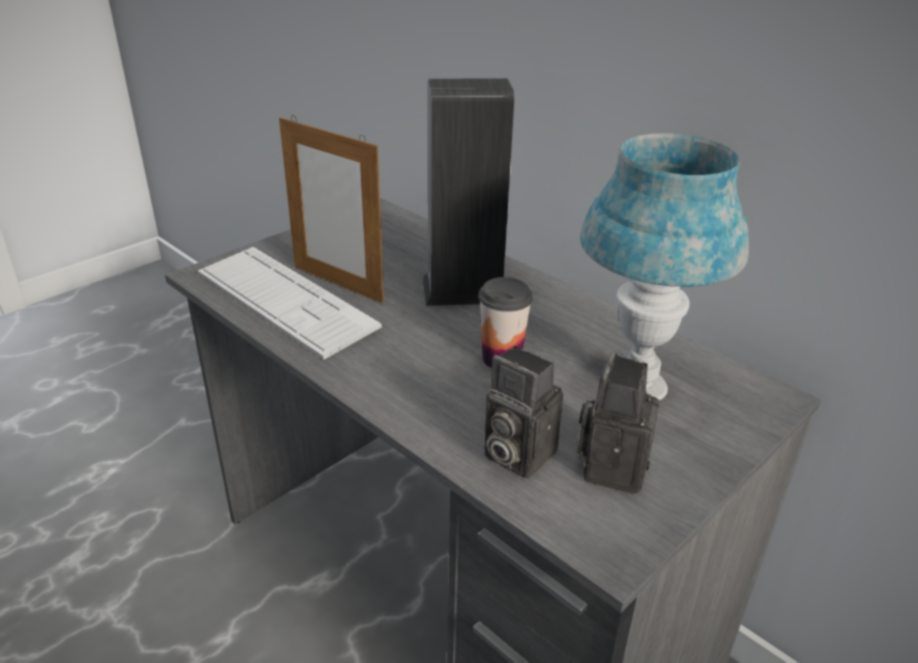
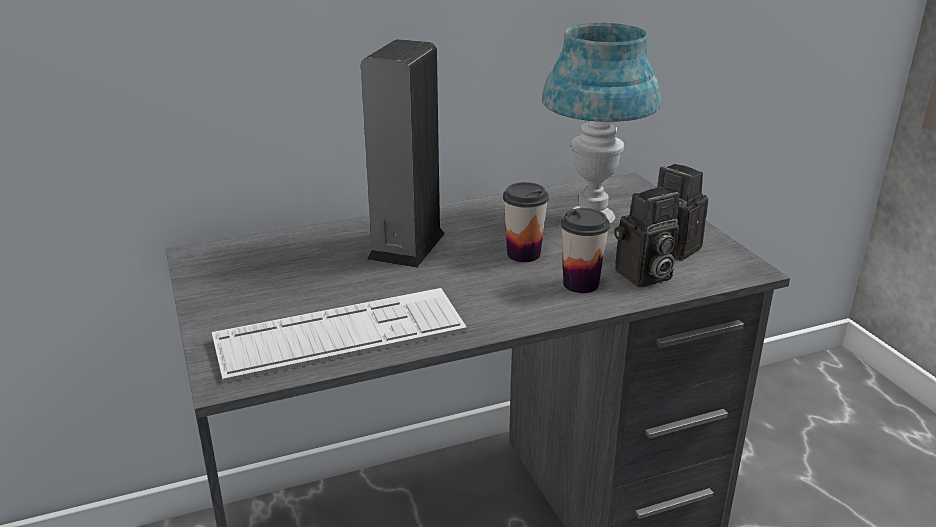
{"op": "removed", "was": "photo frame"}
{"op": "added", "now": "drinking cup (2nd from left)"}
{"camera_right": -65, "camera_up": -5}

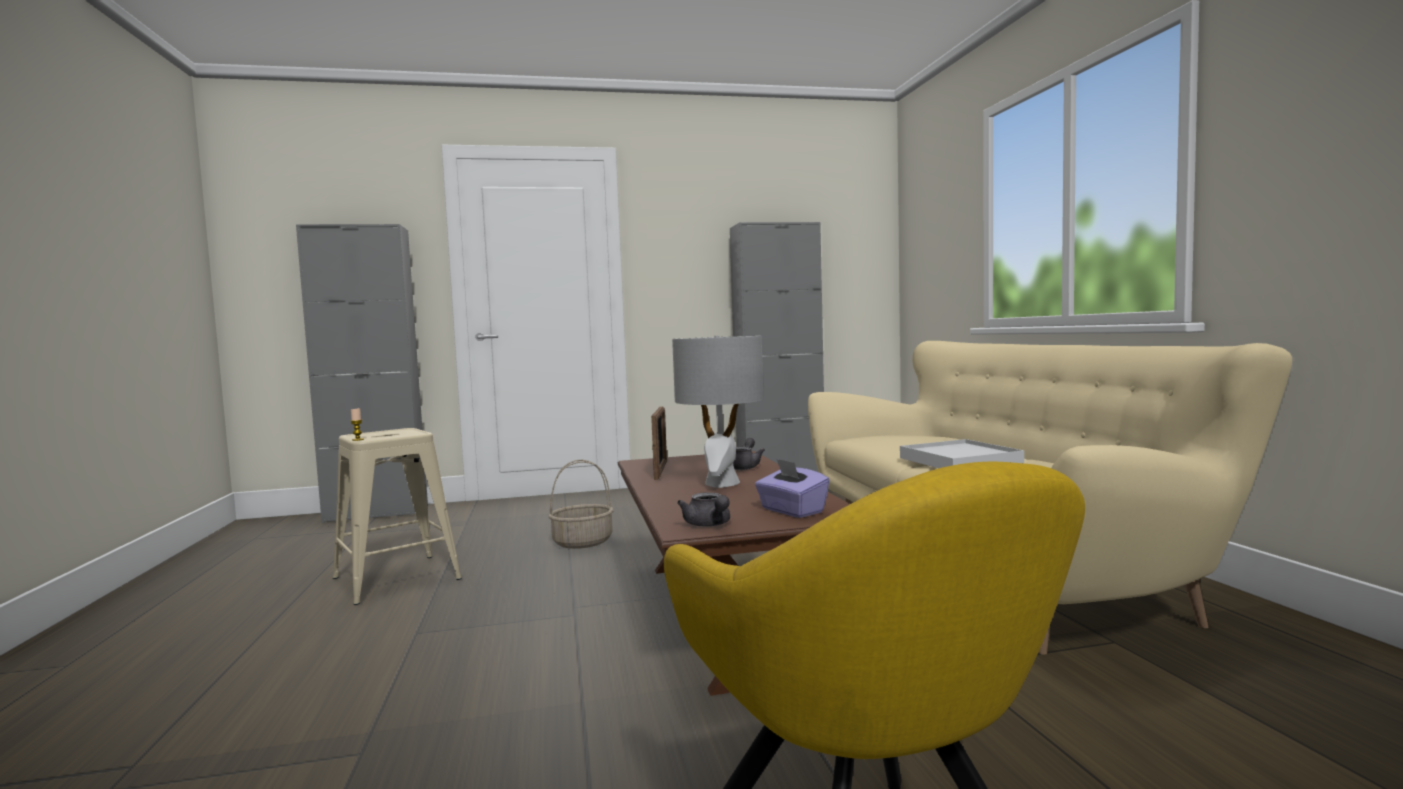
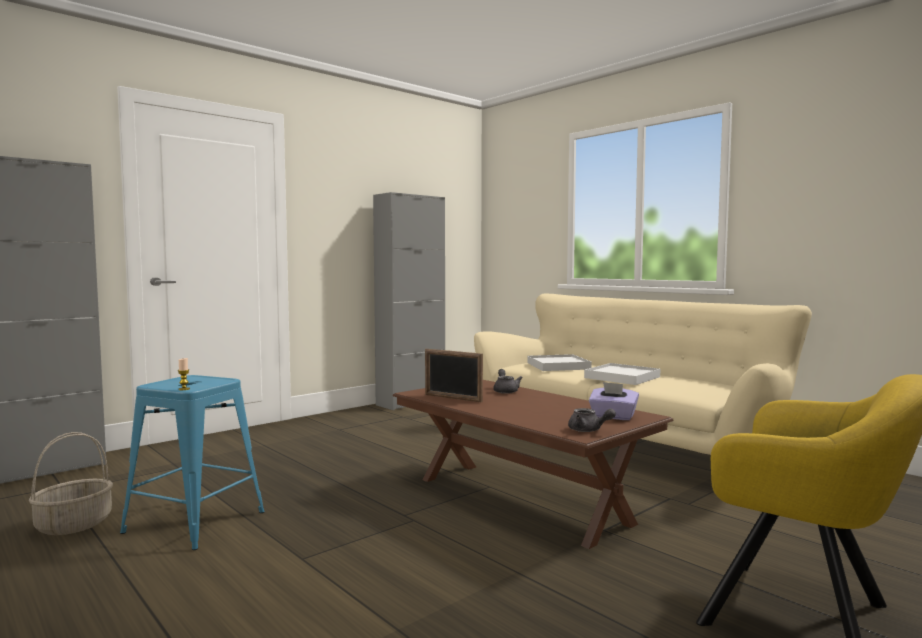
{"op": "removed", "was": "grey lamp for a table"}
{"op": "added", "now": "white serving tray (1st from left)"}
{"op": "moved", "was": "storage basket"}
{"op": "recoloured", "was": "beige sitting stool", "now": "bluish sitting stool"}
{"op": "turned", "was": "photo frame", "clockwise": 150}
{"camera_right": -30, "camera_up": 0}

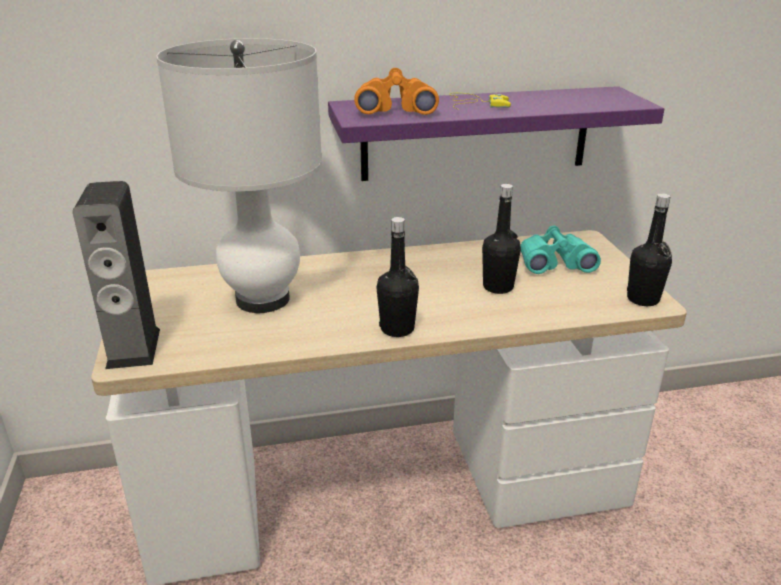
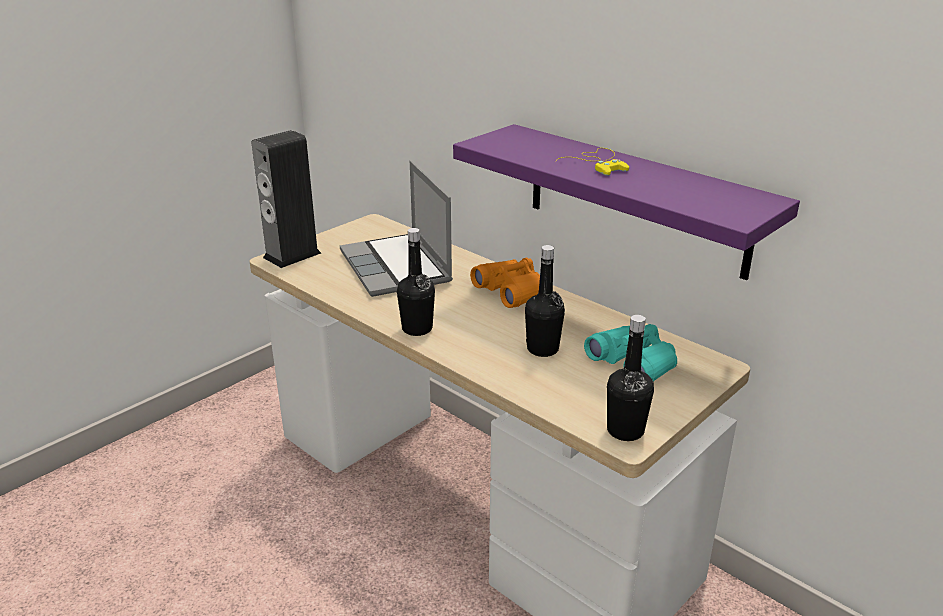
{"op": "moved", "was": "orangey pair of binoculars"}
{"op": "replaced", "was": "white lamp for a table", "now": "notebook computer"}
{"camera_right": 55, "camera_up": 0}

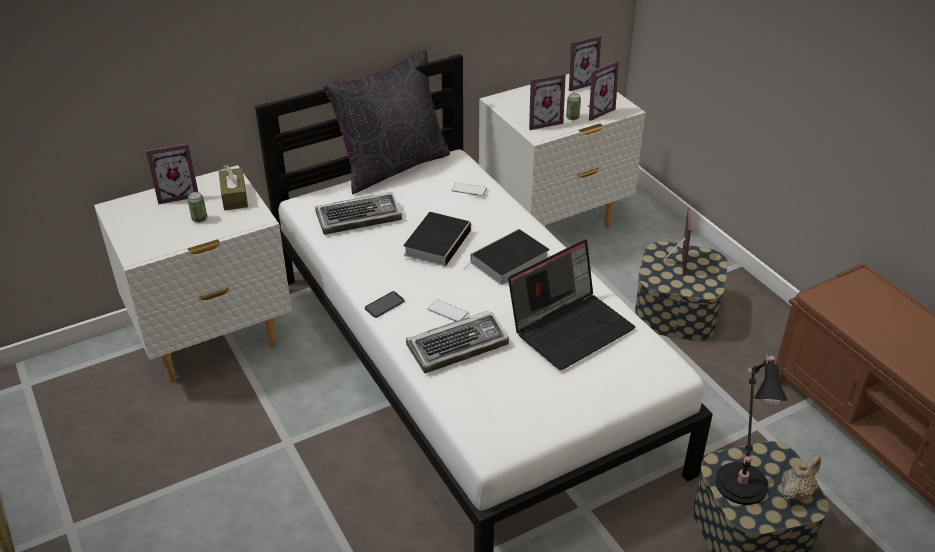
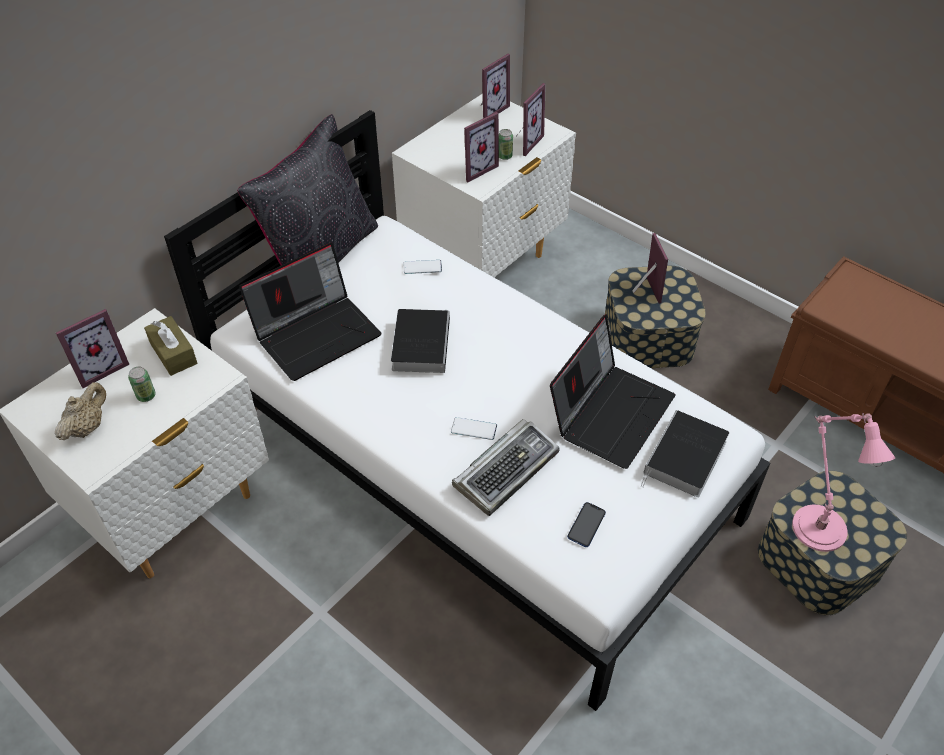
{"op": "moved", "was": "telephone (1st from left in the first image)", "now": "telephone (3rd from left)"}
{"op": "moved", "was": "bound book (2nd from left)"}
{"op": "moved", "was": "beige tea pot"}
{"op": "replaced", "was": "PC keyboard (1st from left)", "now": "notebook computer (1st from left)"}
{"op": "recoloured", "was": "black-coloured lamp for a table", "now": "pink lamp for a table"}
{"camera_right": -20, "camera_up": 10}

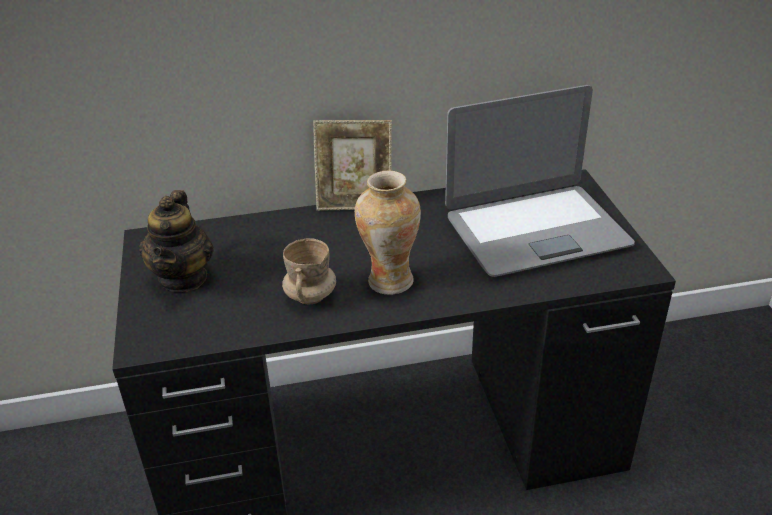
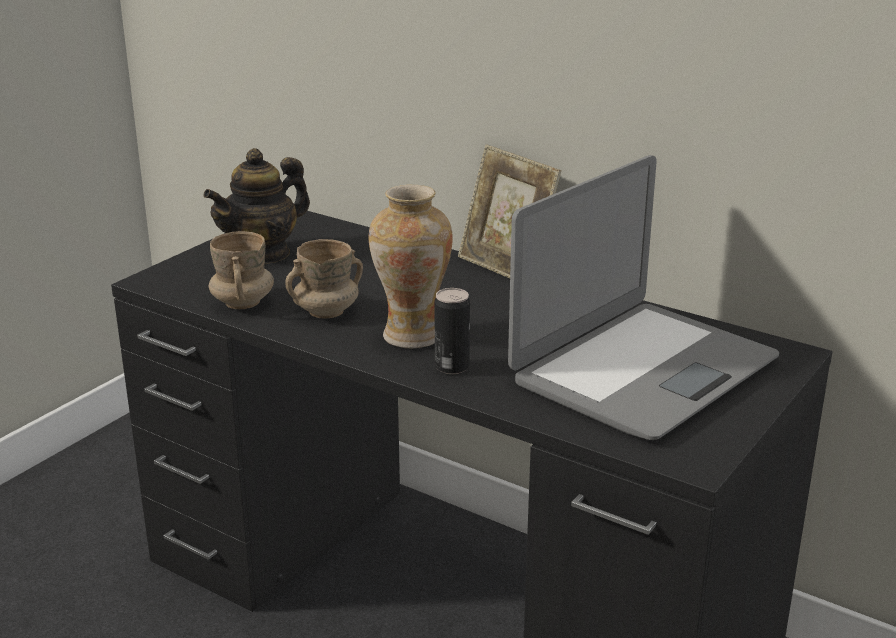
{"op": "added", "now": "beige tea mug (1st from left)"}
{"op": "added", "now": "can"}
{"op": "turned", "was": "notebook computer", "clockwise": -75}
{"camera_right": 45, "camera_up": -10}

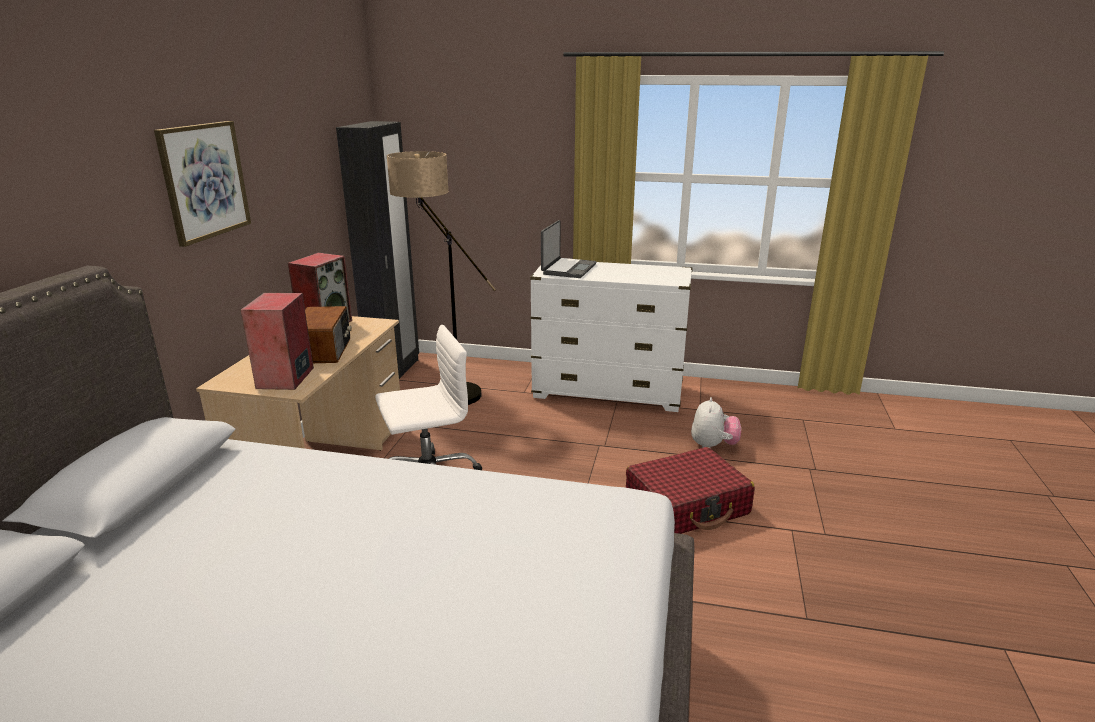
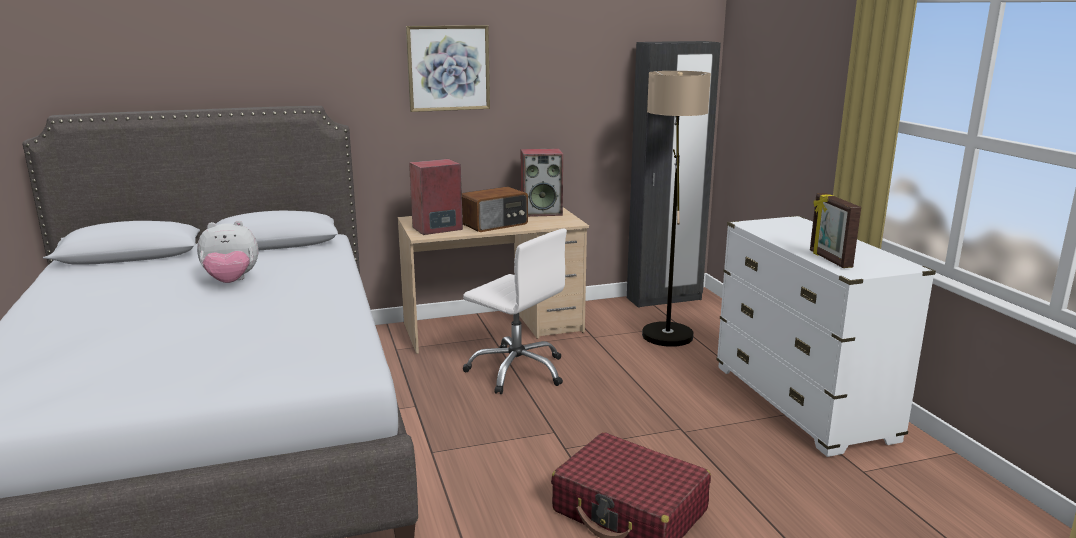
{"op": "removed", "was": "notebook computer"}
{"op": "added", "now": "photo frame"}
{"op": "moved", "was": "cuddly toy"}
{"camera_right": 60, "camera_up": -5}

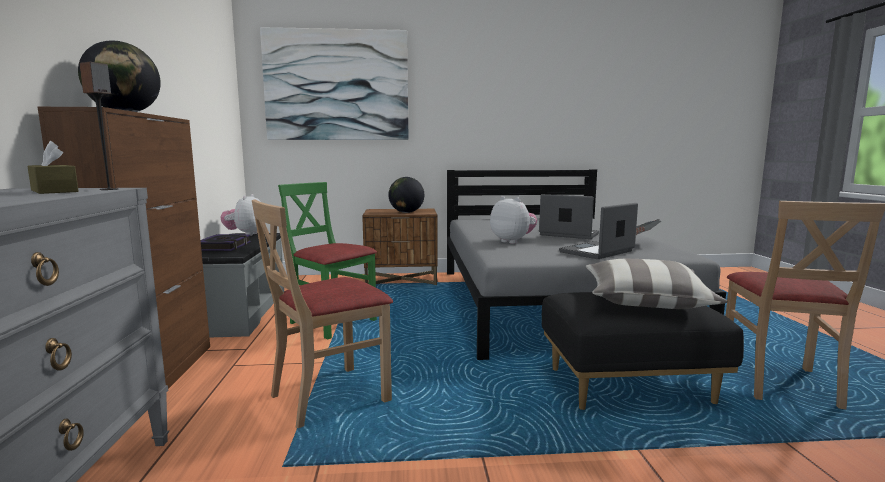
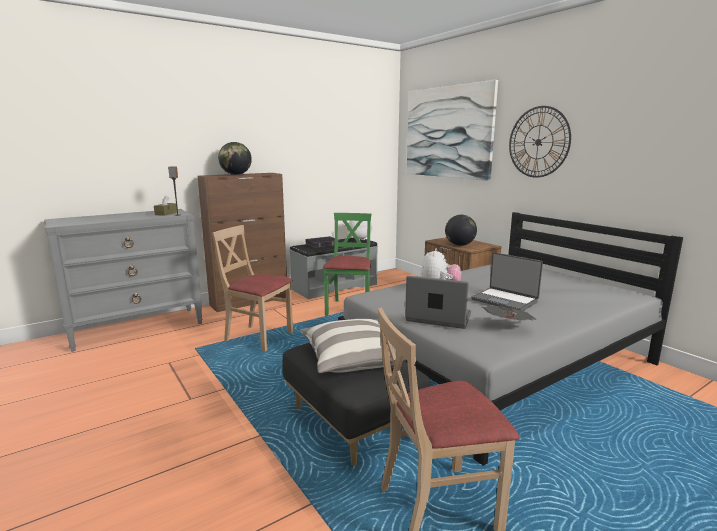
{"op": "added", "now": "hanging clock"}
{"op": "turned", "was": "notebook computer (1st from left in the first image)", "clockwise": 135}
{"camera_right": 60, "camera_up": 5}

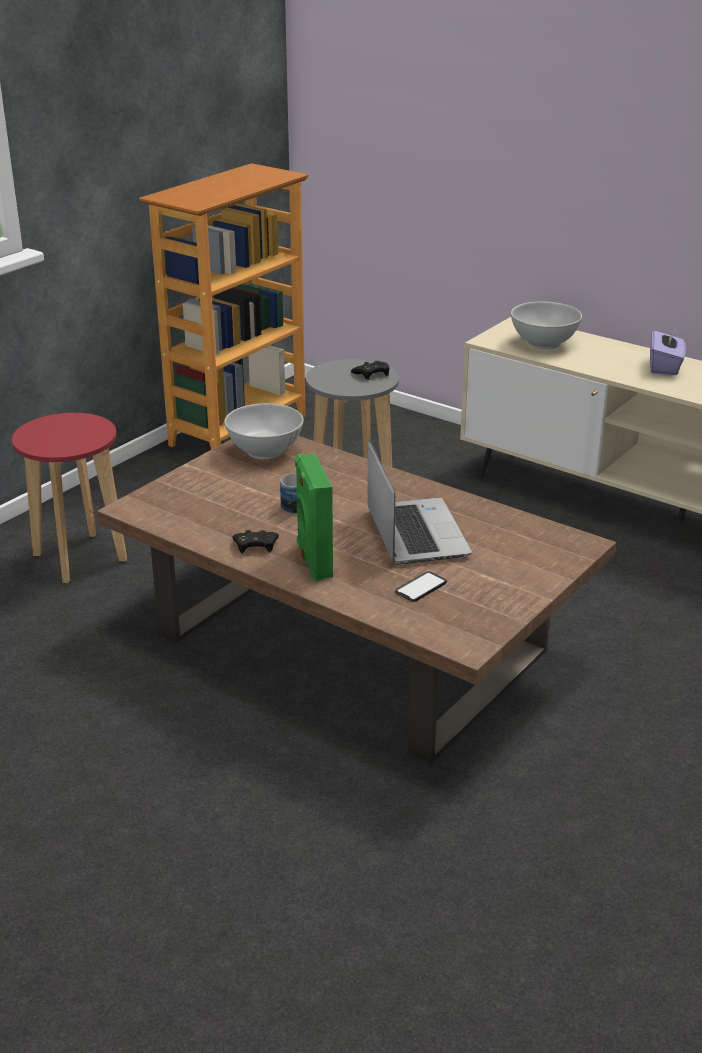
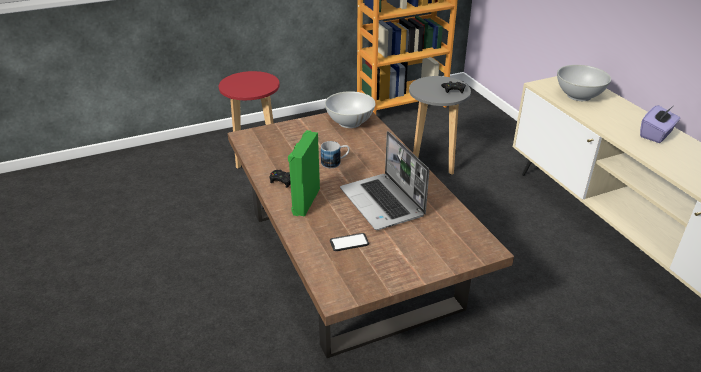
{"op": "turned", "was": "notebook computer", "clockwise": 135}
{"camera_right": 30, "camera_up": 5}

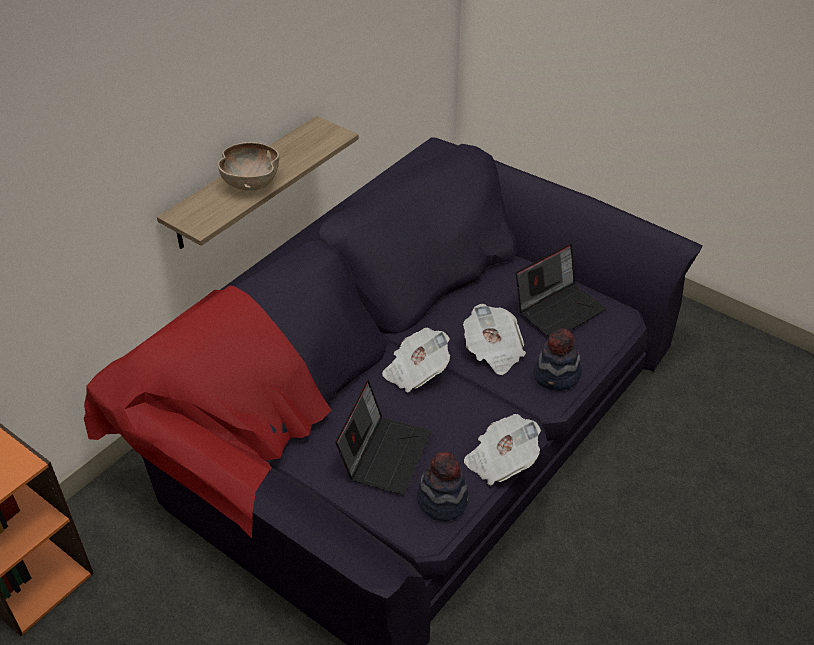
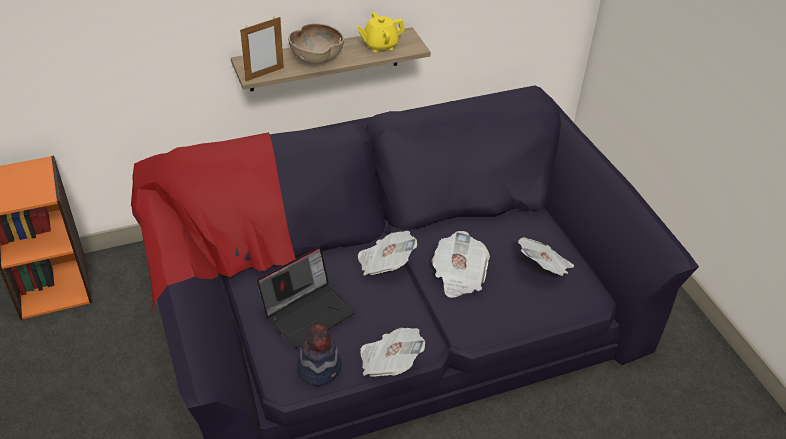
{"op": "removed", "was": "wearable hat (2nd from left)"}
{"op": "added", "now": "photo frame"}
{"op": "added", "now": "yellow tea pot"}
{"op": "replaced", "was": "notebook computer (2nd from left)", "now": "printed paper (4th from left)"}
{"camera_right": 30, "camera_up": 0}

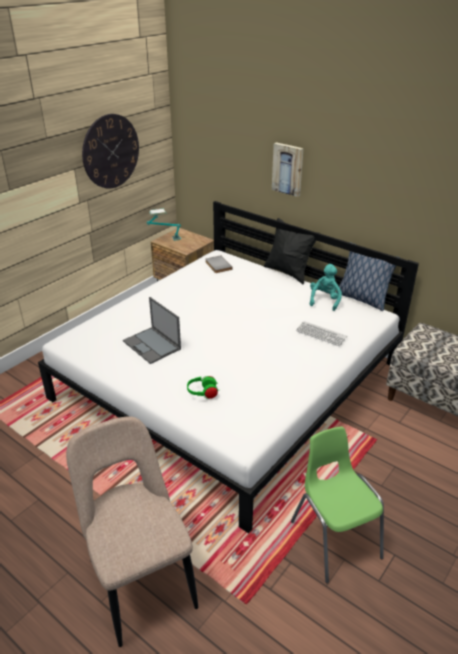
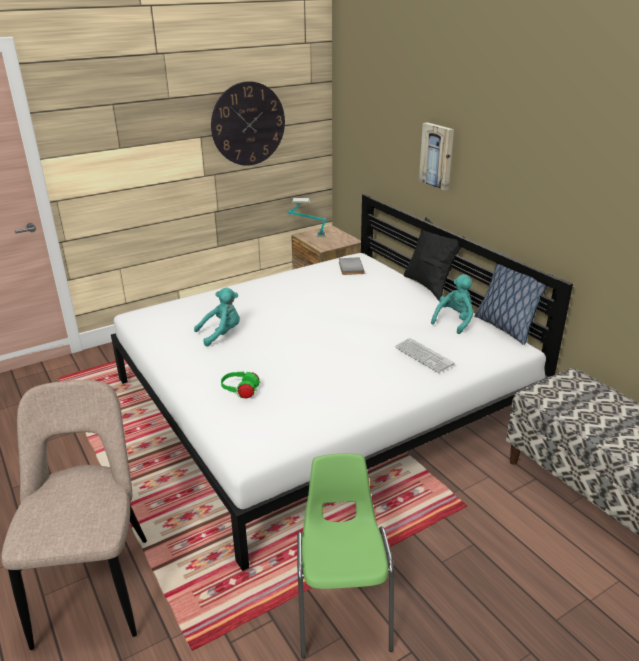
{"op": "replaced", "was": "notebook computer", "now": "turquoise-coloured cuddly toy (1st from left)"}
{"camera_right": 20, "camera_up": -5}

